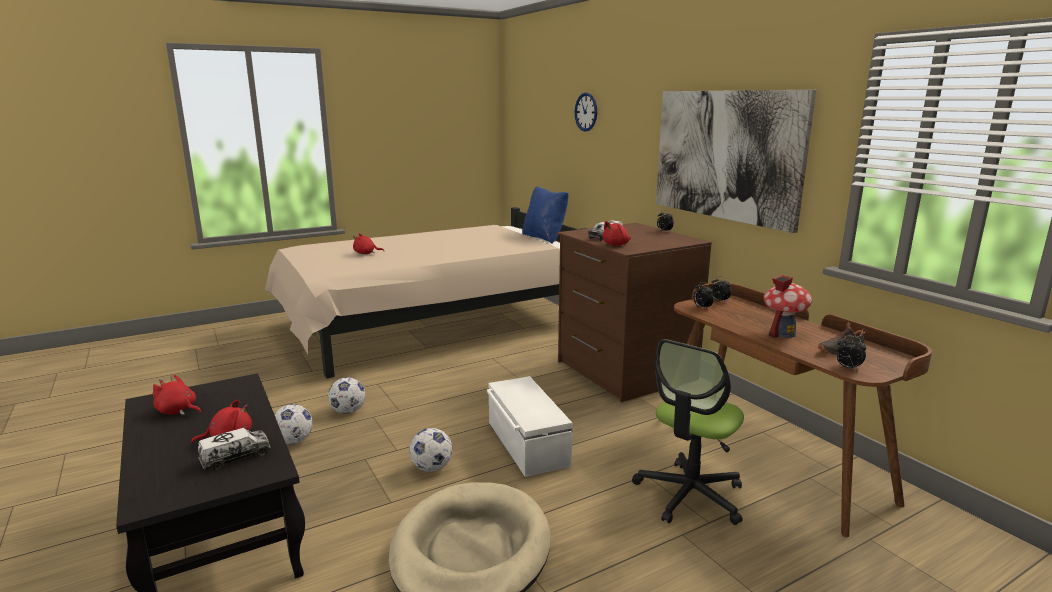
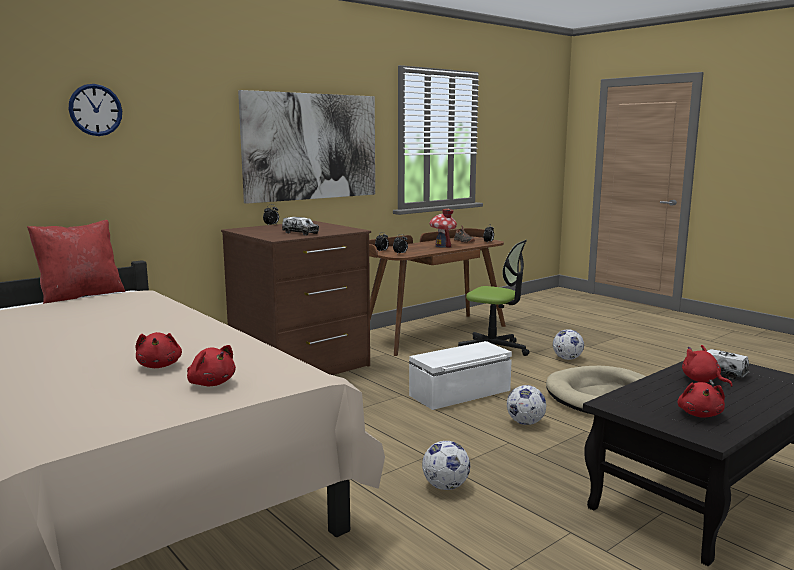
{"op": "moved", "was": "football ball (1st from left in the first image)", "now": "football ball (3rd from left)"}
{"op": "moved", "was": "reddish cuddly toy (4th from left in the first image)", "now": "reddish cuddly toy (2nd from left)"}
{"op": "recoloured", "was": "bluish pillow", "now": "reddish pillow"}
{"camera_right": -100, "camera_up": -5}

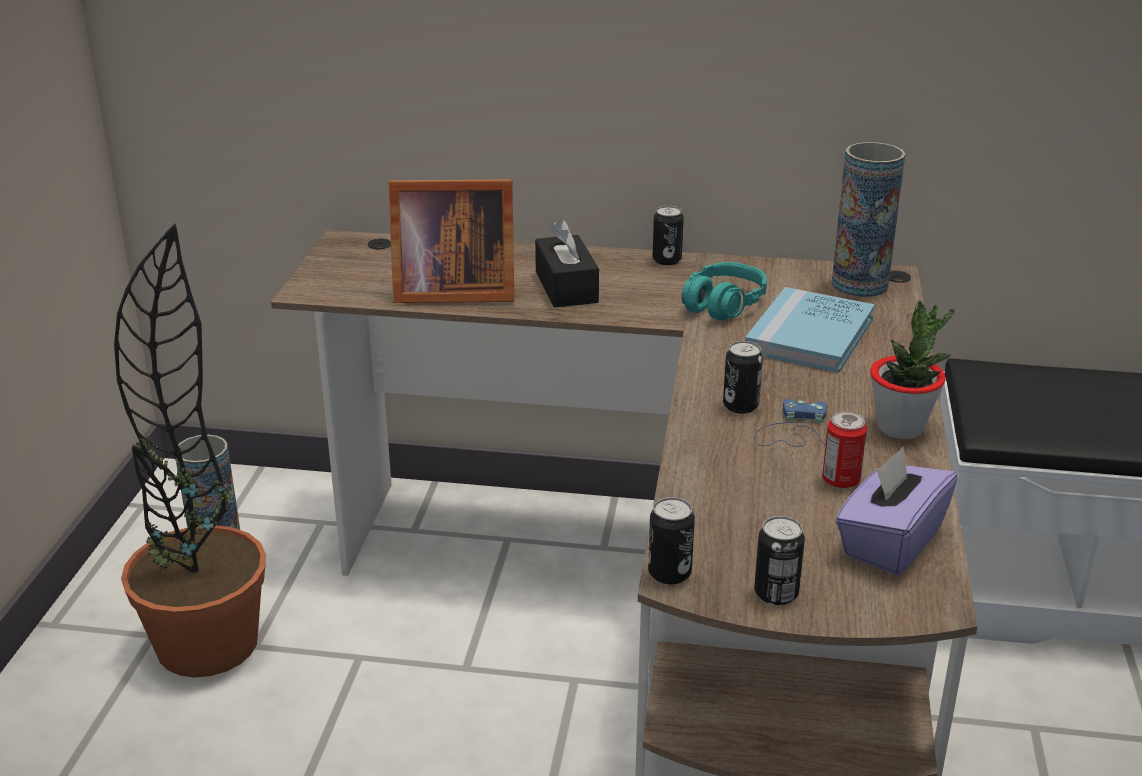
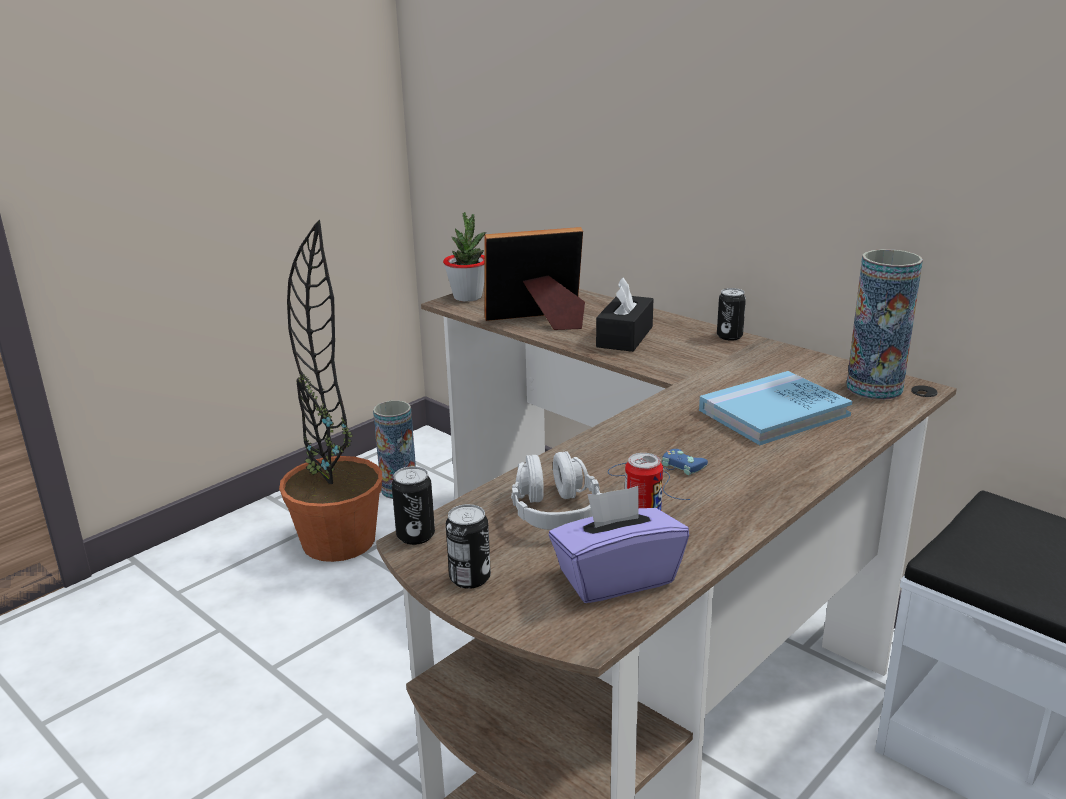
{"op": "removed", "was": "turquoise-coloured headphones"}
{"op": "removed", "was": "can (3rd from left)"}
{"op": "added", "now": "grey headphones"}
{"op": "moved", "was": "plant in a pot (2nd from left)"}
{"op": "turned", "was": "photo frame", "clockwise": 135}
{"camera_right": 35, "camera_up": -5}

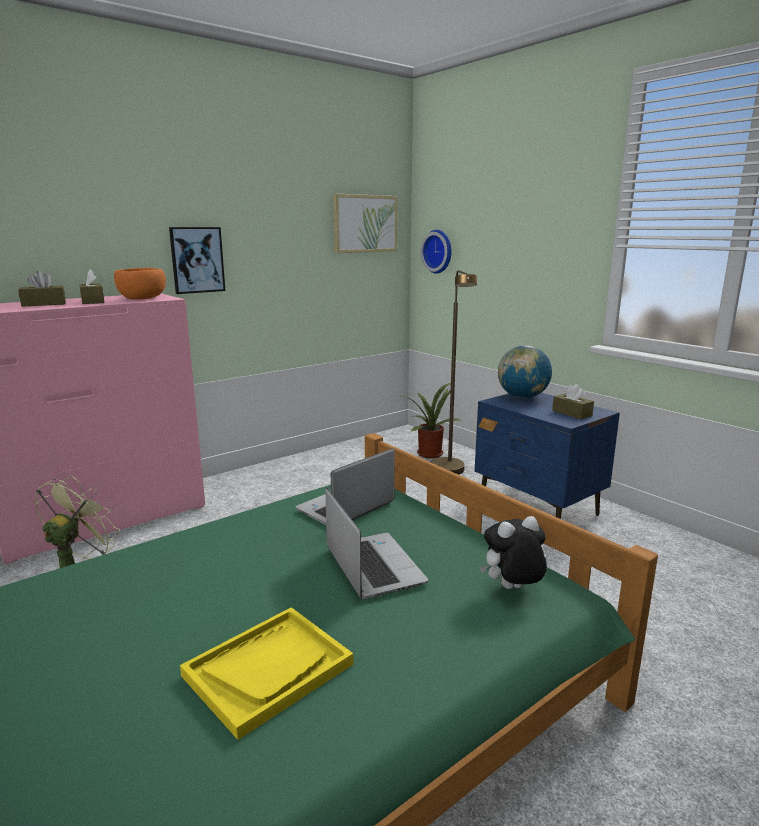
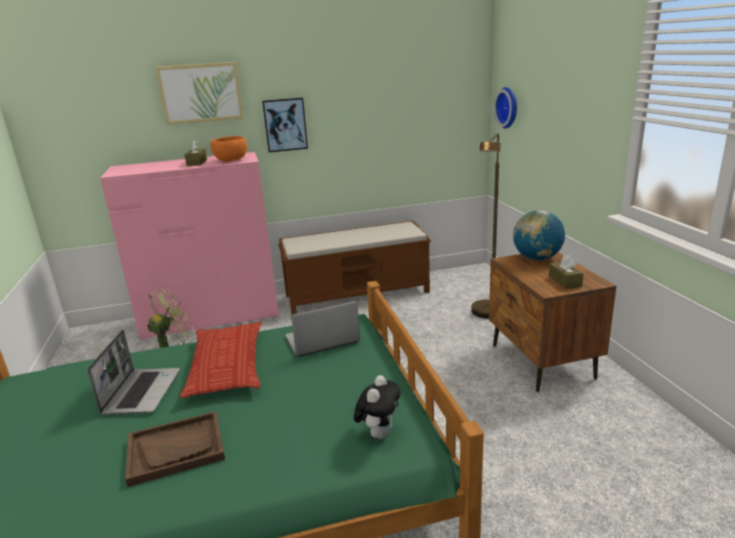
{"op": "removed", "was": "brown-coloured tissue box (1st from left)"}
{"op": "removed", "was": "plant in a pot"}
{"op": "added", "now": "pillow"}
{"op": "added", "now": "brown-coloured bench"}
{"op": "moved", "was": "notebook computer (2nd from left in the first image)", "now": "notebook computer (1st from left)"}
{"op": "moved", "was": "wall picture (2nd from left in the first image)", "now": "wall picture (1st from left)"}
{"op": "recoloured", "was": "yellow serving tray", "now": "brown-coloured serving tray"}
{"op": "recoloured", "was": "bluish bedside table", "now": "brown-coloured bedside table"}
{"op": "turned", "was": "cuddly toy", "clockwise": 105}
{"camera_right": 25, "camera_up": 5}

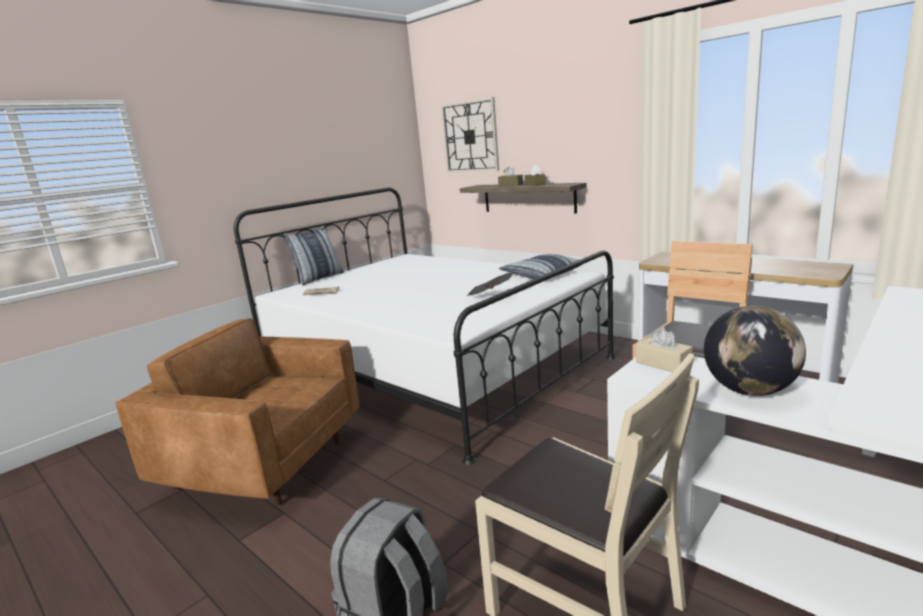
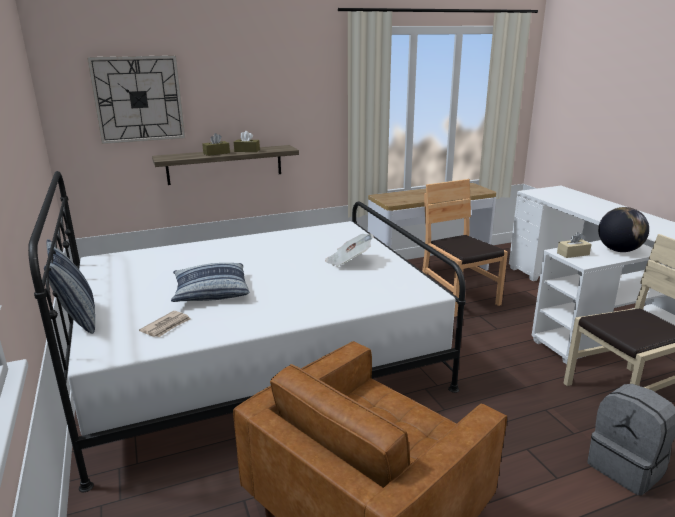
{"op": "moved", "was": "pillow (2nd from left)"}
{"camera_right": -65, "camera_up": 5}

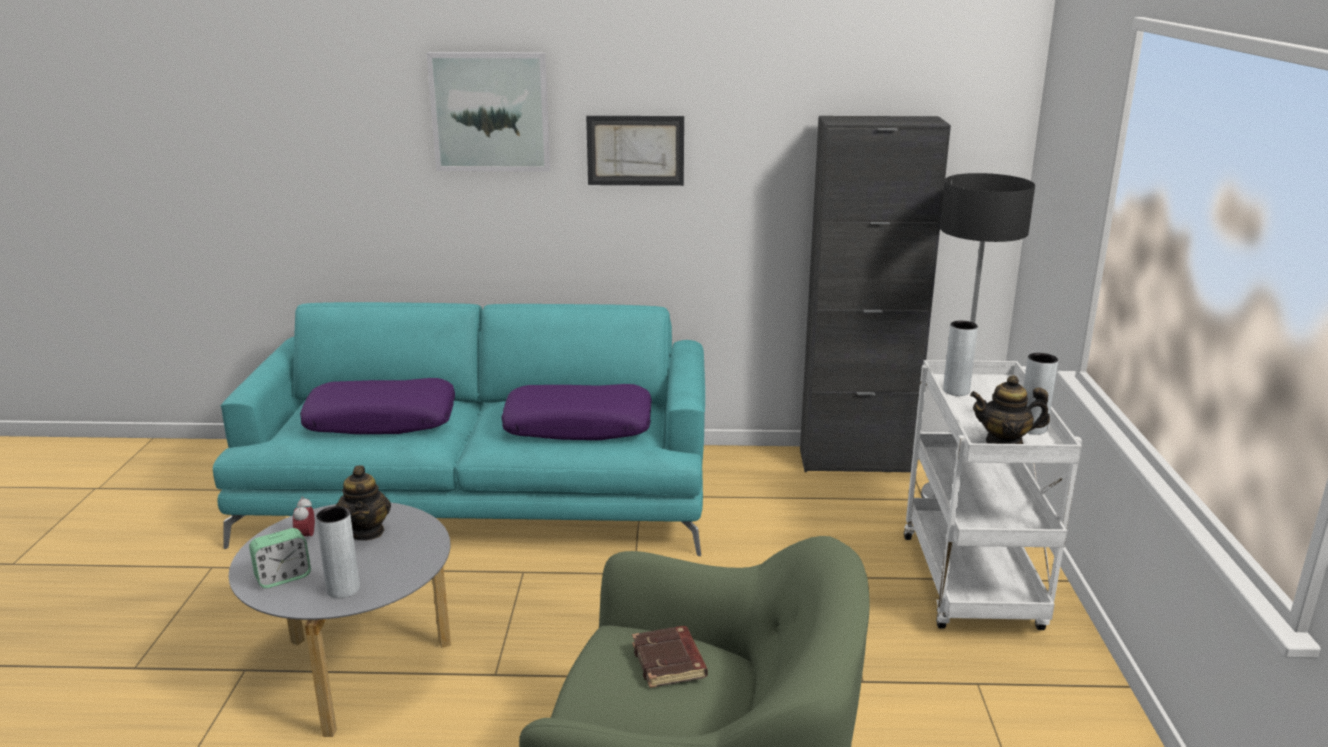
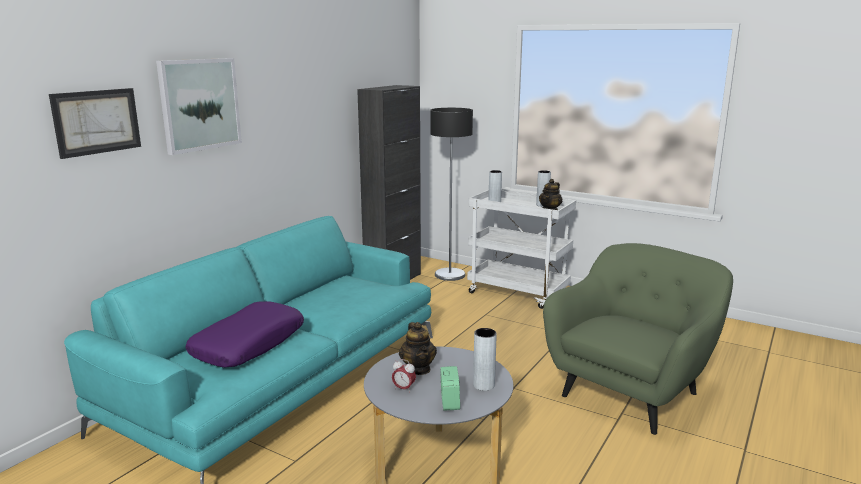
{"op": "removed", "was": "purple-coloured pillow (2nd from left)"}
{"op": "removed", "was": "brown-coloured bound book"}
{"op": "moved", "was": "wall picture (2nd from left in the first image)", "now": "wall picture (1st from left)"}
{"op": "turned", "was": "tea pot (1st from left)", "clockwise": 60}
{"camera_right": -60, "camera_up": -5}

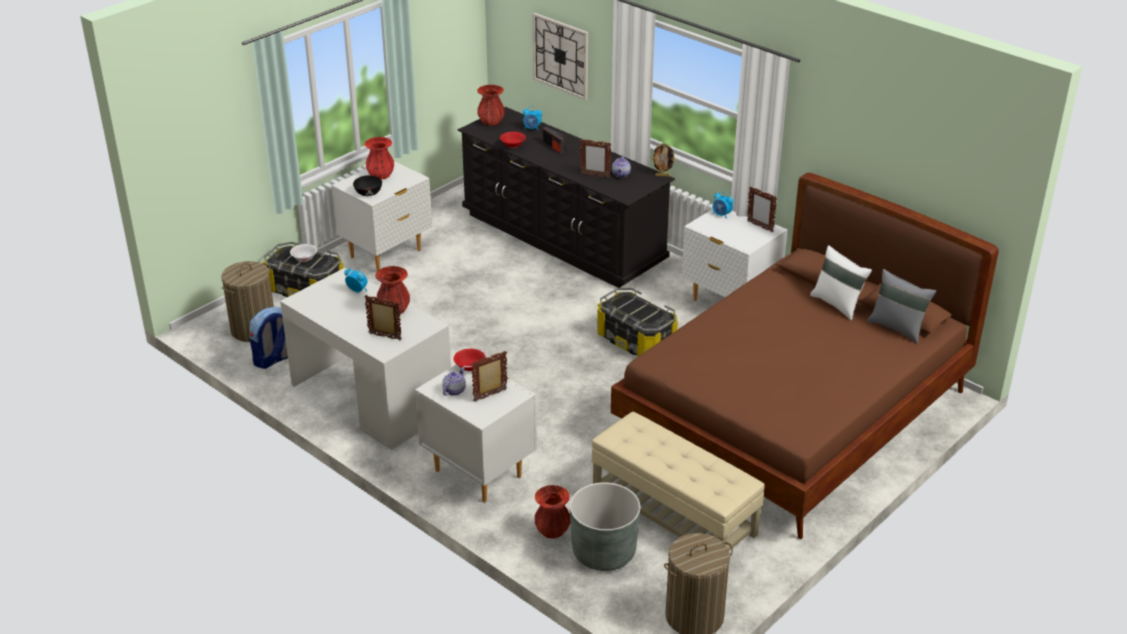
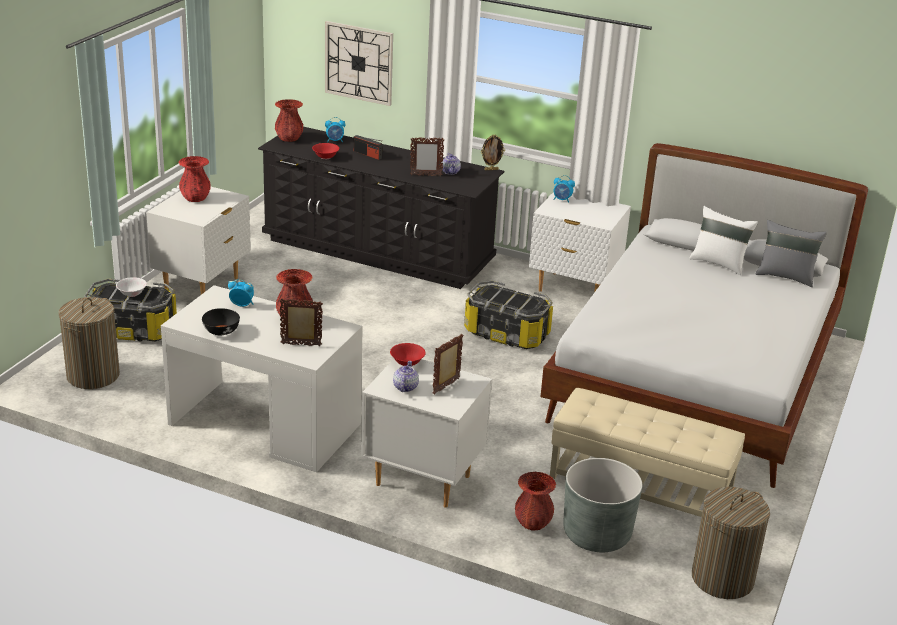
{"op": "removed", "was": "knapsack"}
{"op": "removed", "was": "photo frame (5th from left)"}
{"op": "moved", "was": "black-coloured deep dish"}
{"op": "recoloured", "was": "brown-coloured bed", "now": "white bed"}
{"camera_right": -20, "camera_up": -5}

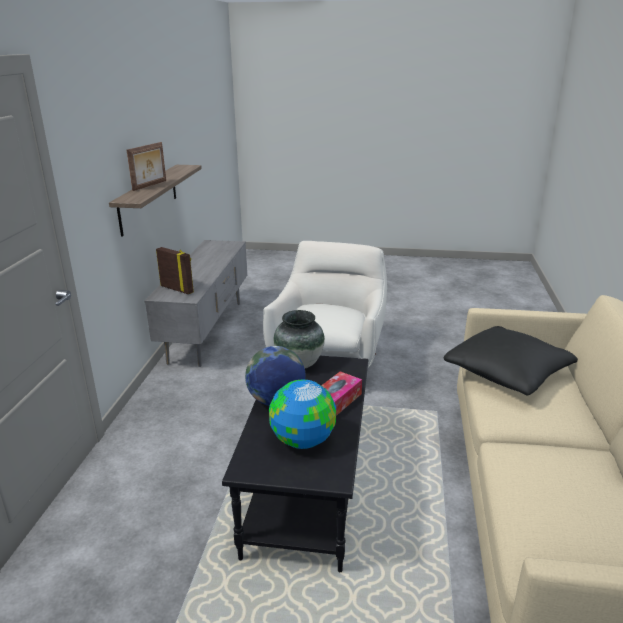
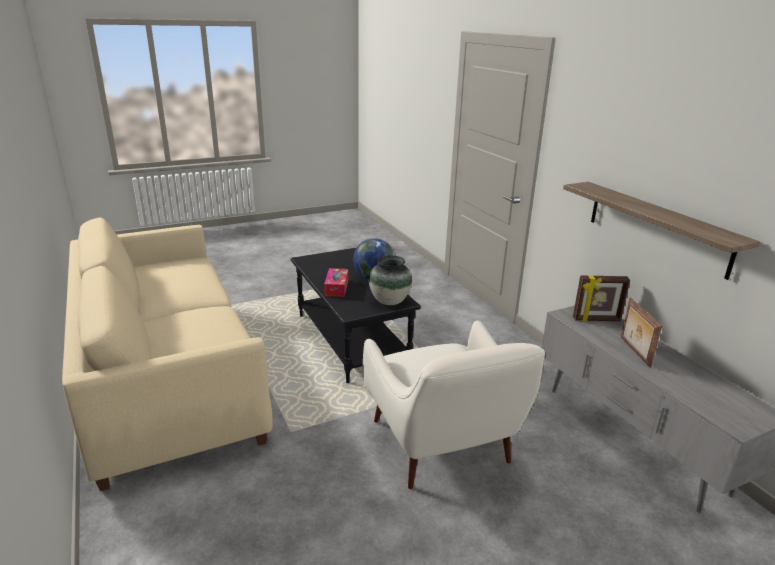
{"op": "removed", "was": "globe (2nd from left)"}
{"op": "removed", "was": "black-coloured pillow"}
{"op": "moved", "was": "photo frame (1st from left in the first image)", "now": "photo frame (2nd from left)"}
{"camera_right": 145, "camera_up": 0}

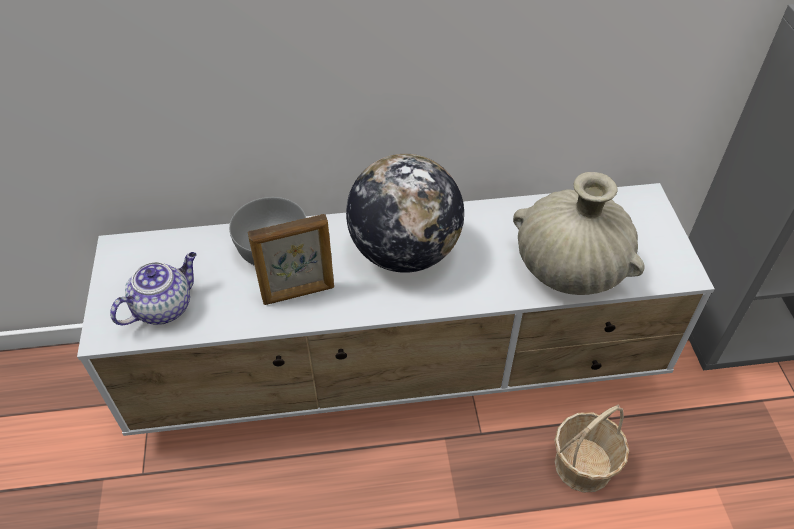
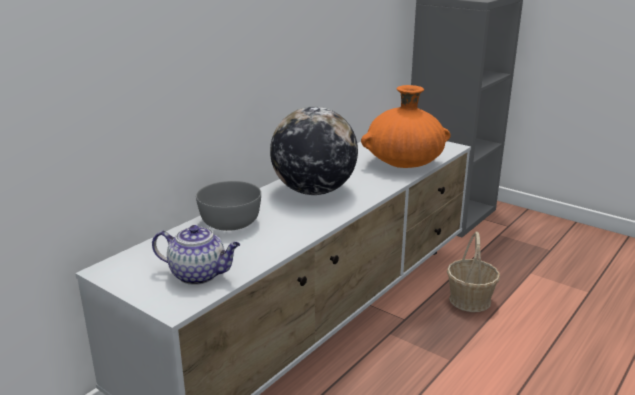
{"op": "removed", "was": "photo frame"}
{"op": "recoloured", "was": "beige decorative vase", "now": "orangey decorative vase"}
{"op": "turned", "was": "tea pot", "clockwise": 105}
{"camera_right": -45, "camera_up": -25}

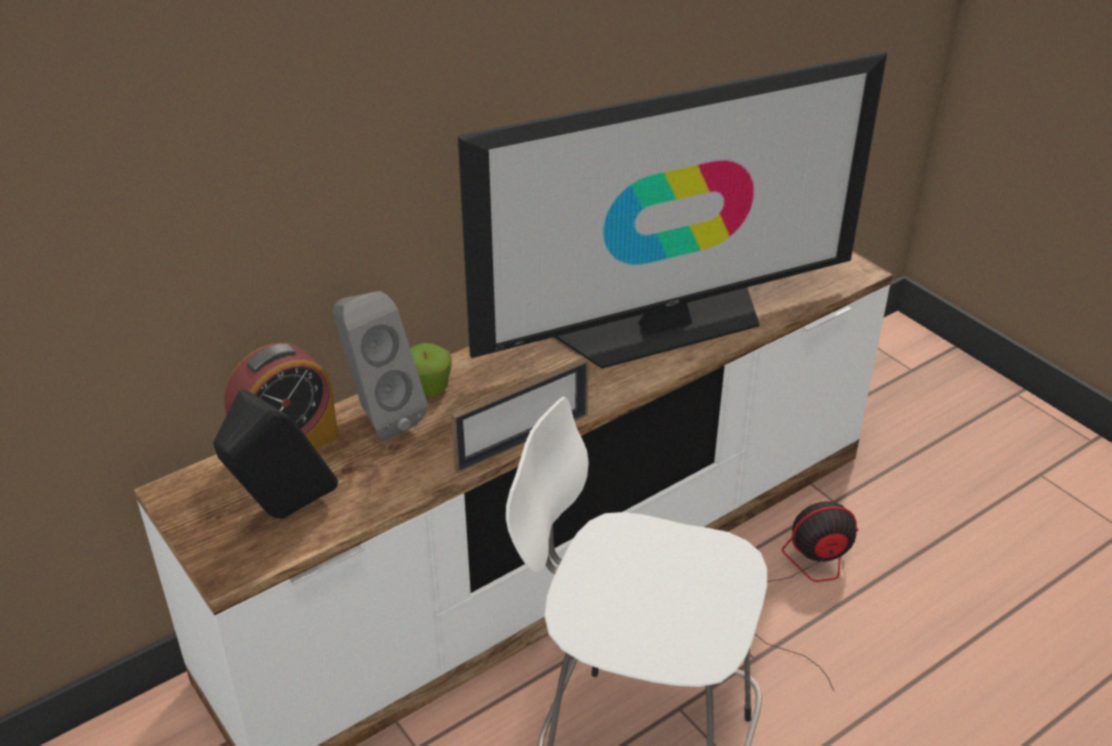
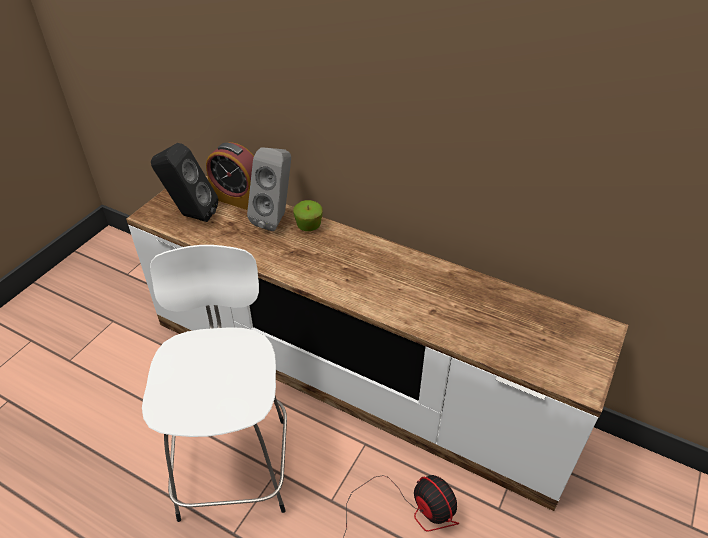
{"op": "removed", "was": "photo frame"}
{"op": "removed", "was": "television"}
{"camera_right": 65, "camera_up": 5}

